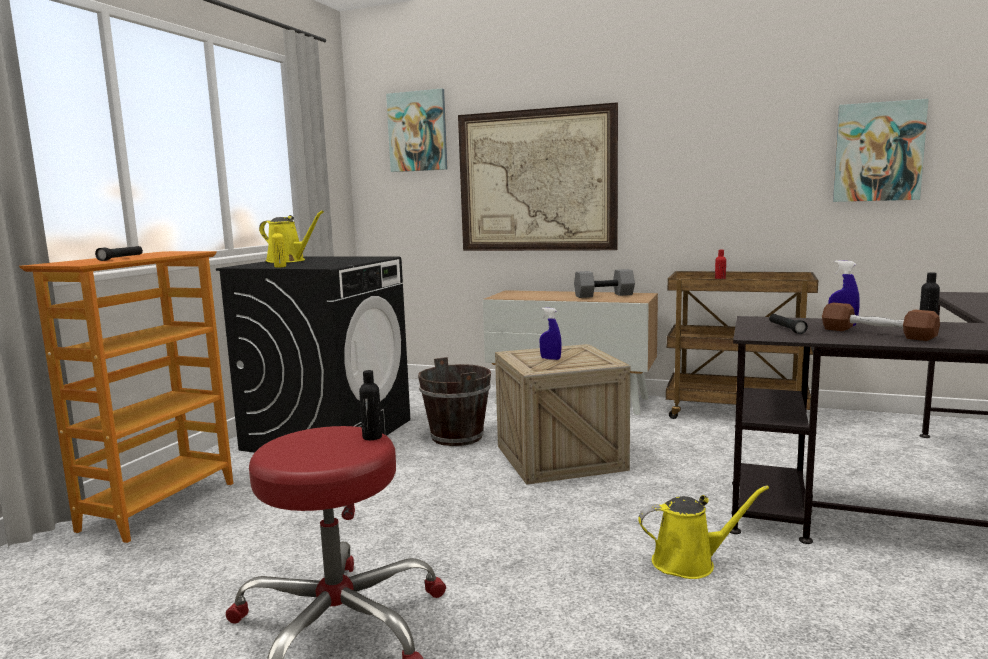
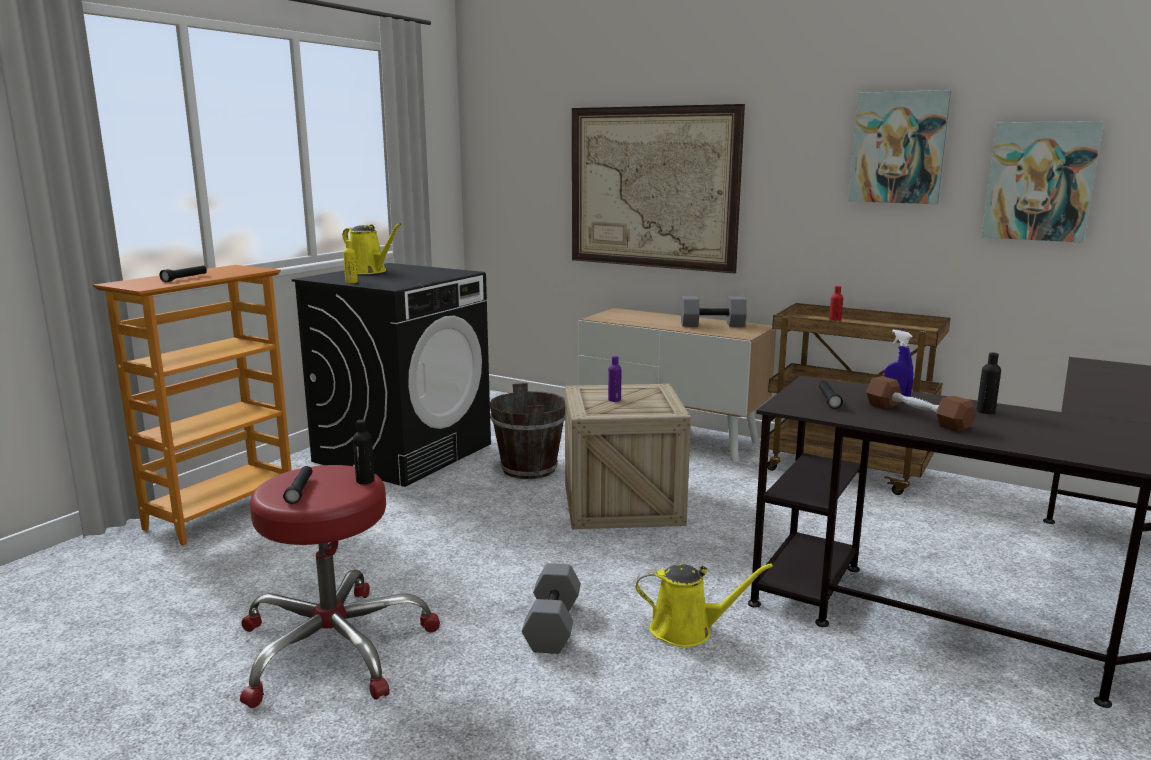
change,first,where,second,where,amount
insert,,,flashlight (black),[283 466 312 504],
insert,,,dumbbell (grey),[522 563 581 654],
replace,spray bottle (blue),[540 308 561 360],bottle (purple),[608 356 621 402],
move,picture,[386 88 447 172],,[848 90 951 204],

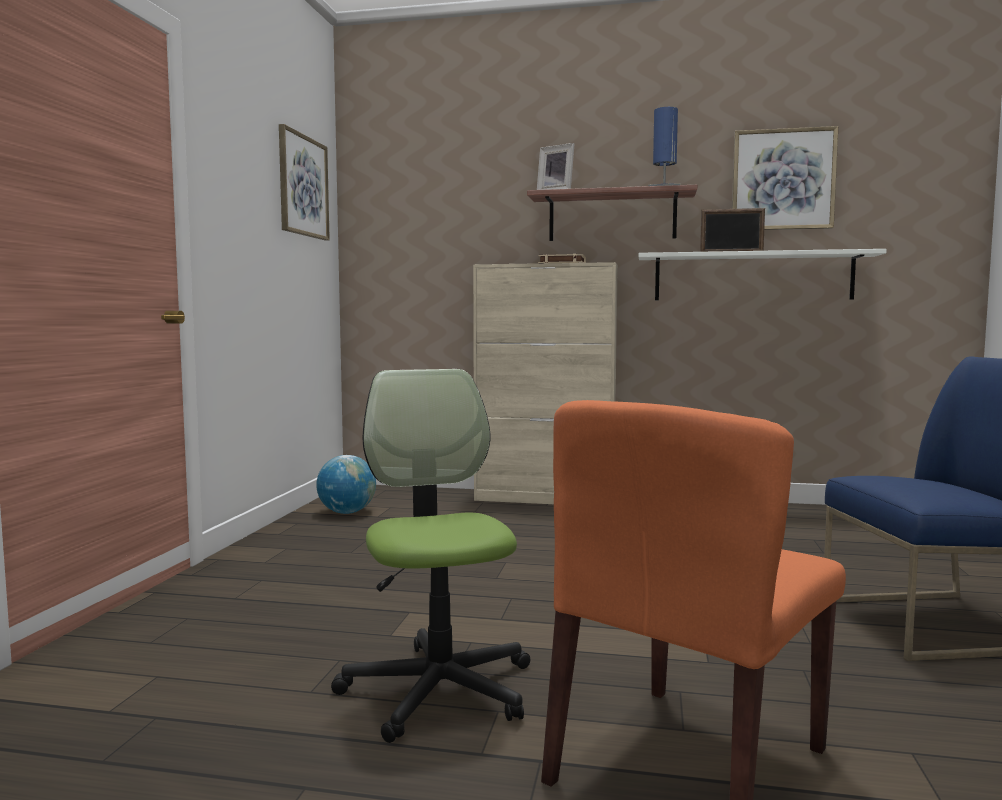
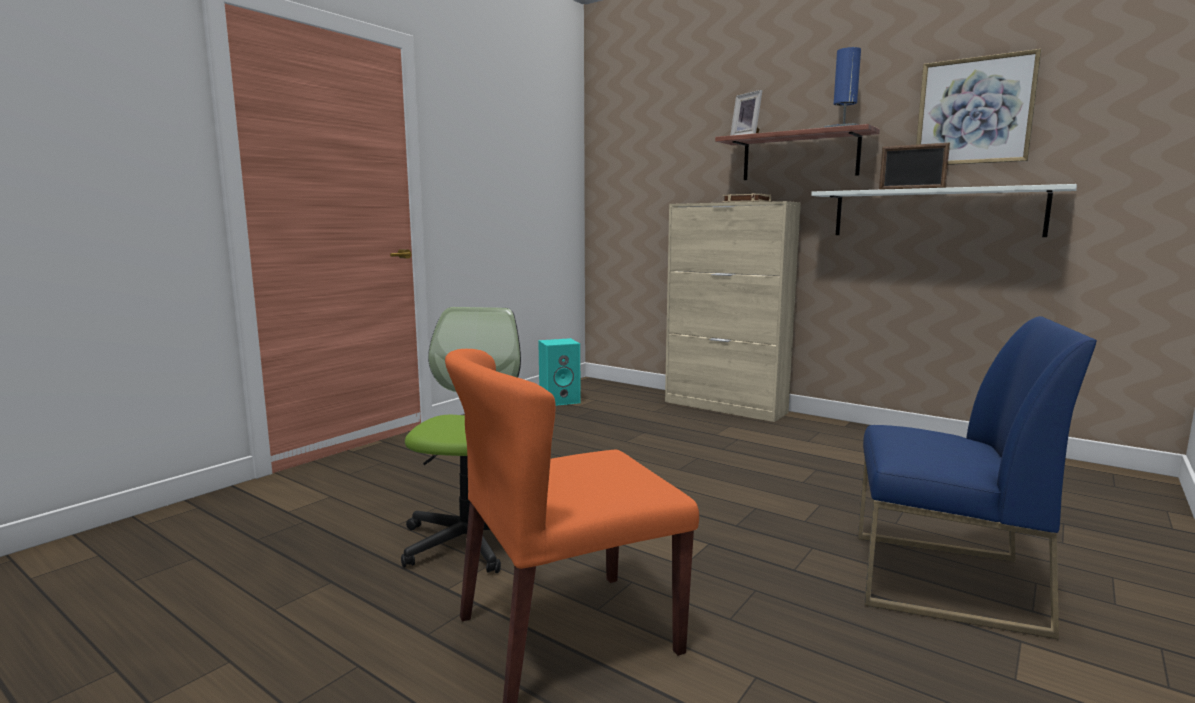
change,first,where,second,where,amount
replace,globe,[316 455 376 514],speaker (turquoise),[538 338 581 406],
delete,picture,[279 124 330 240],,,

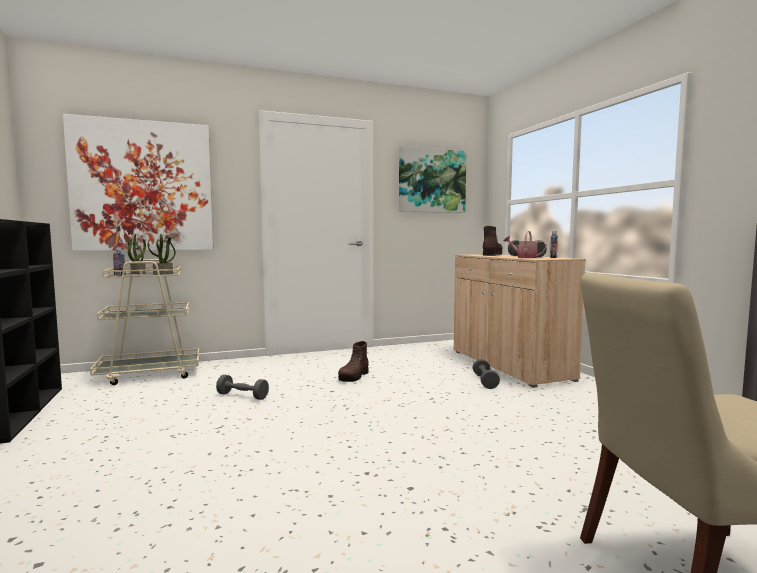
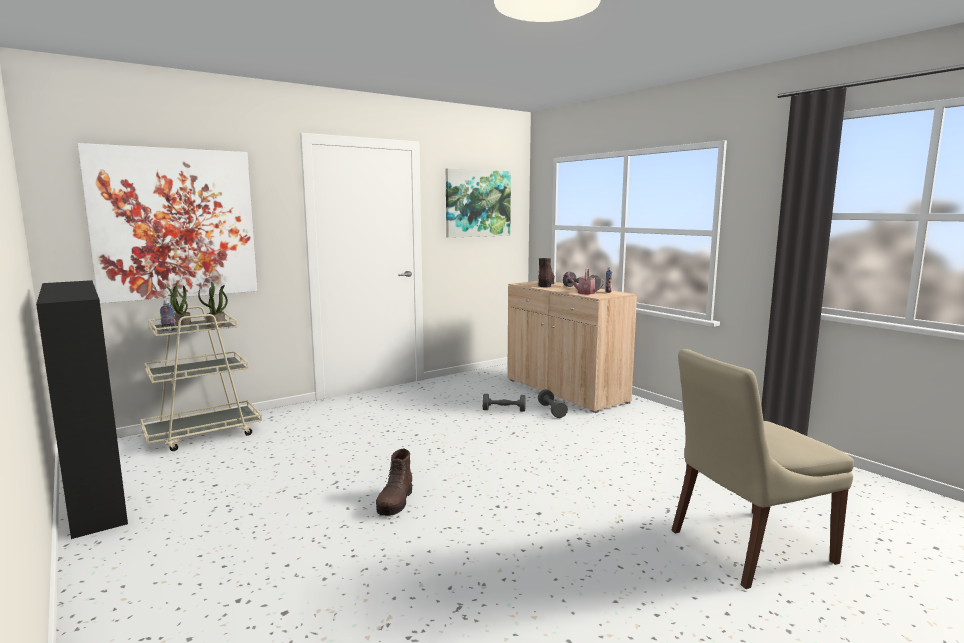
change,first,where,second,where,amount
move,boot (brown),[338 341 369 382],,[376 448 412 516],
move,dumbbell (grey),[216 375 269 400],,[482 394 526 412],

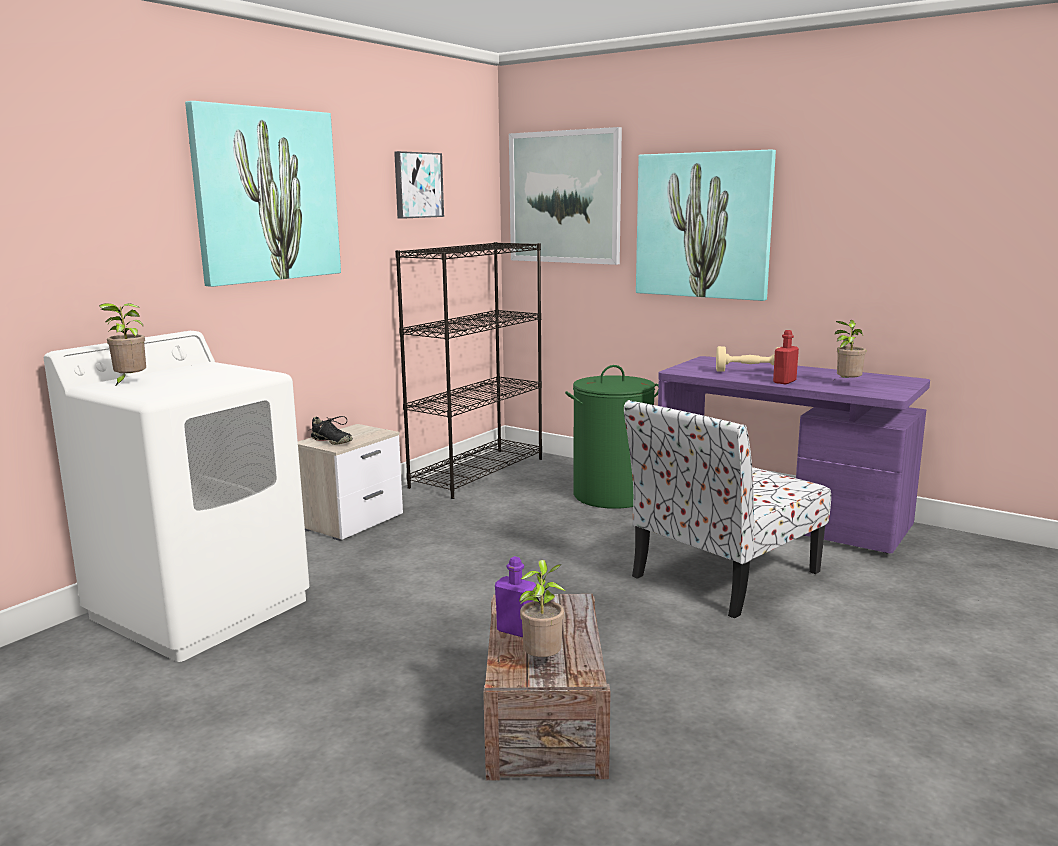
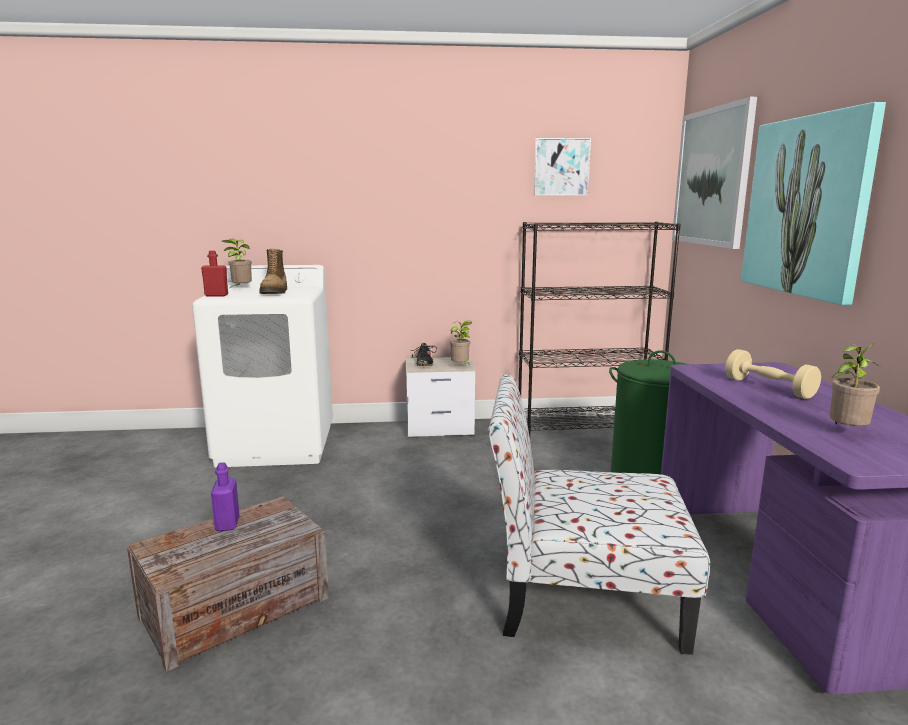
change,first,where,second,where,amount
move,bottle (red),[773 330 799 384],,[201 251 228 297],
insert,,,boot,[259 249 287 294],
move,potted plant,[519 559 565 657],,[450 320 472 364],
delete,picture,[185 101 341 287],,,

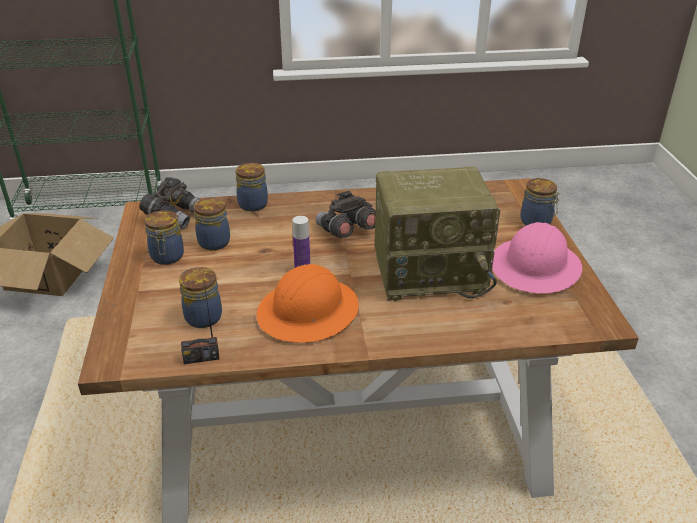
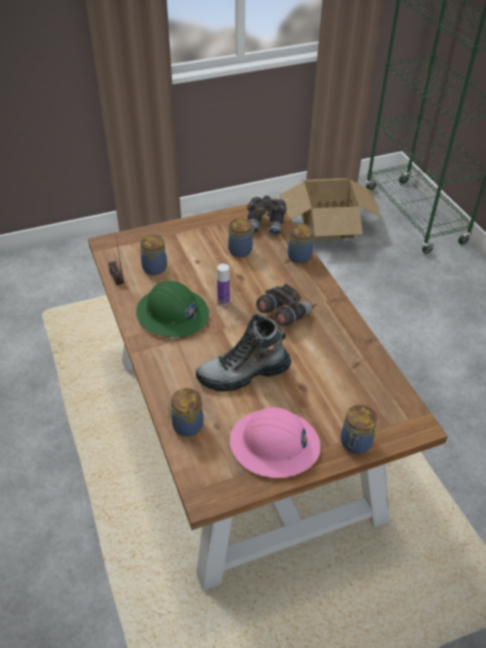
change,first,where,second,where,amount
recolor,hard hat (orange),[257 264 359 343],hard hat (green),[136 281 209 337],
move,jar,[145 210 184 265],,[167 388 204 437],
replace,radio,[375 166 500 301],boot,[196 314 291 392],

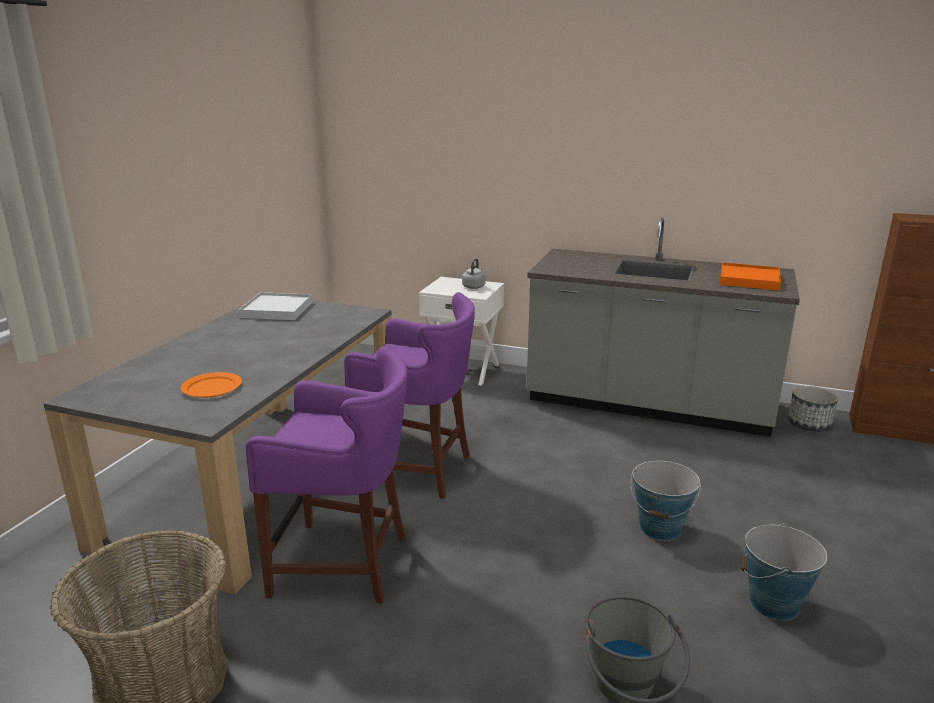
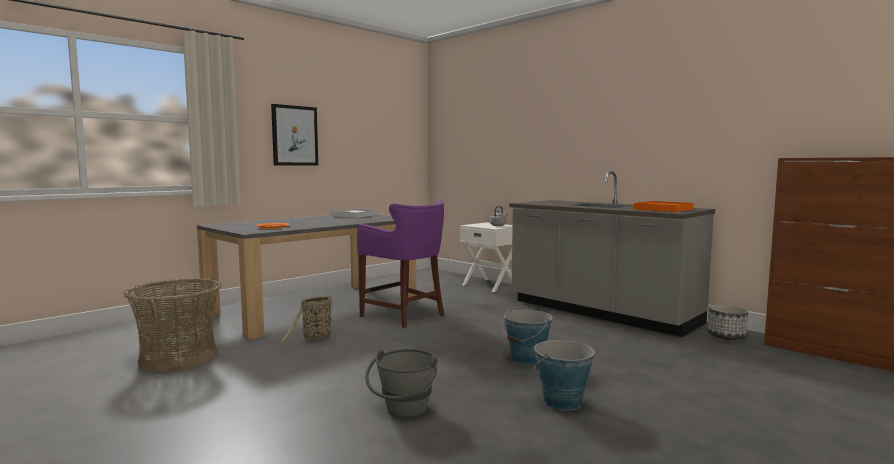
change,first,where,second,where,amount
insert,,,picture,[271 104 318 166],
replace,stool (purple),[246 346 407 604],basket,[280 296 341 348],

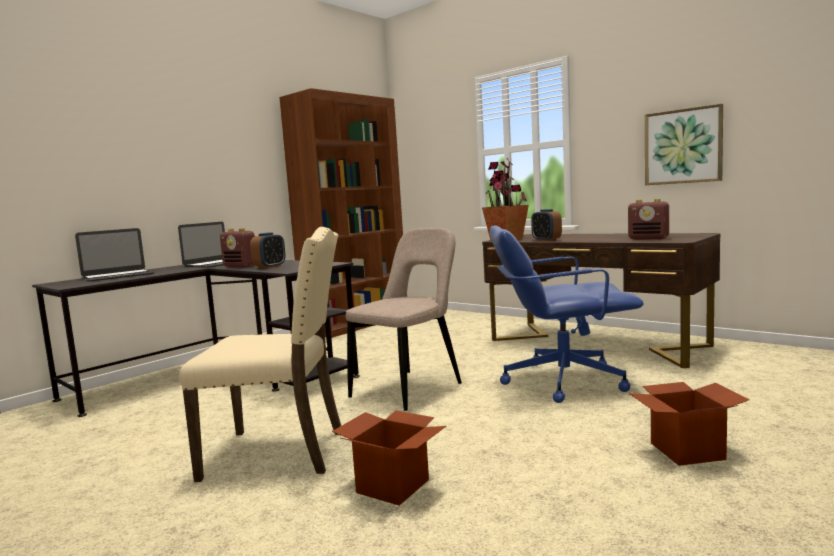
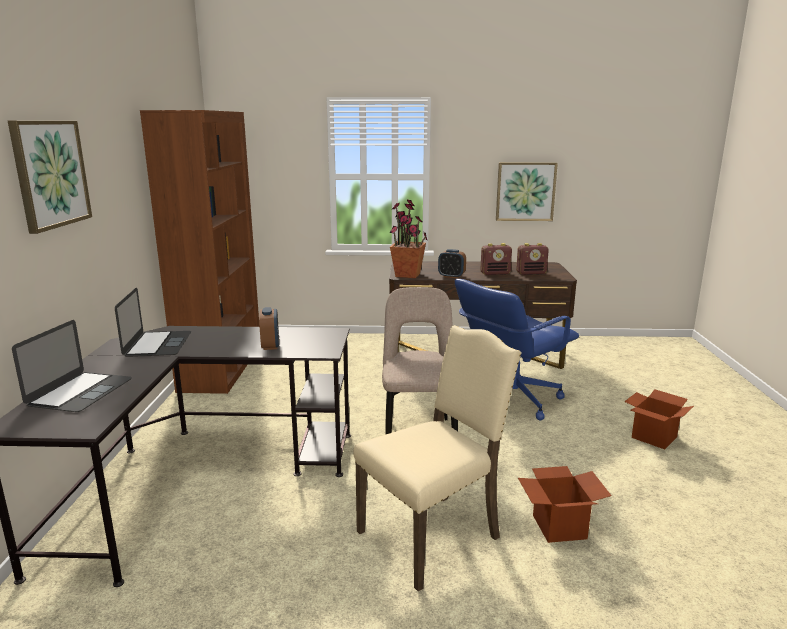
change,first,where,second,where,amount
insert,,,picture,[8 120 92 234],
move,radio,[220 228 255 267],,[480 243 512 275],

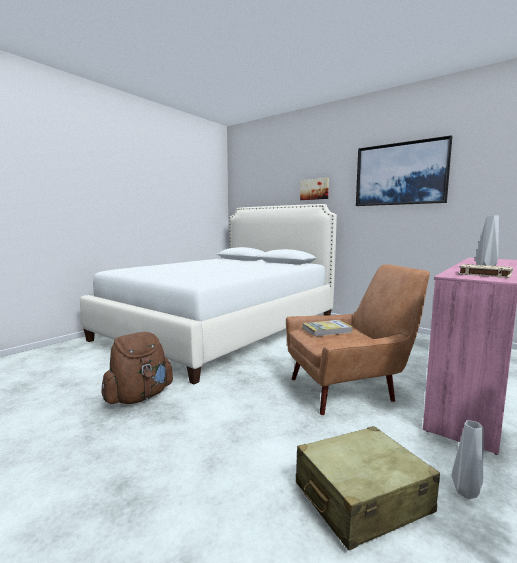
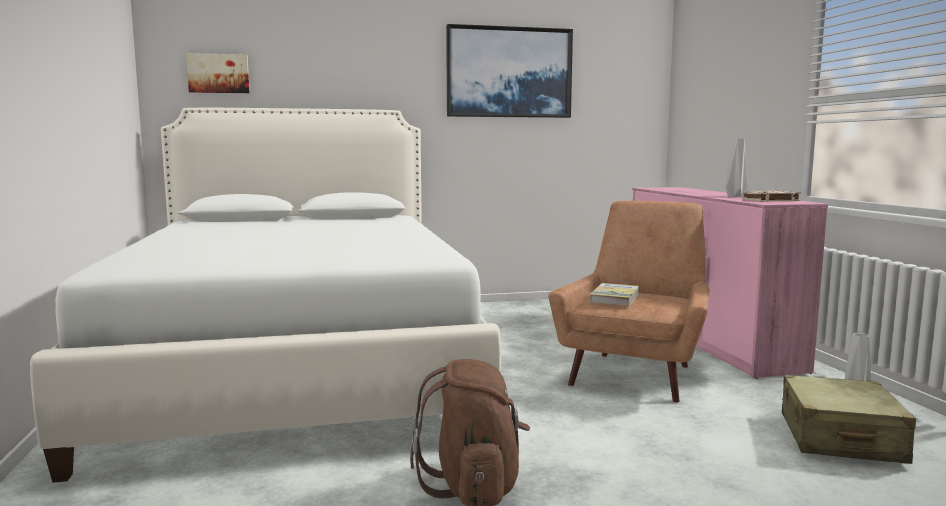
change,first,where,second,where,amount
move,picture,[300 178 329 200],,[186 53 250 93],

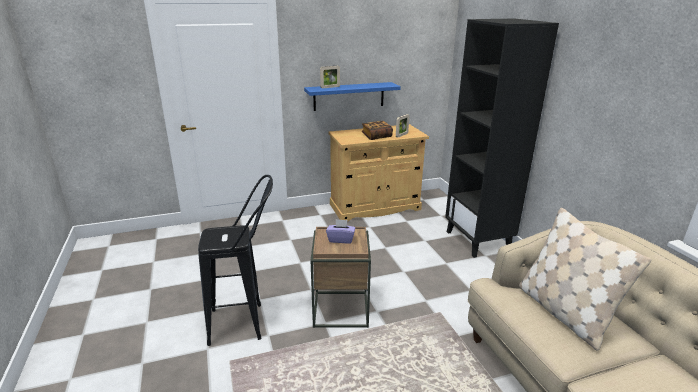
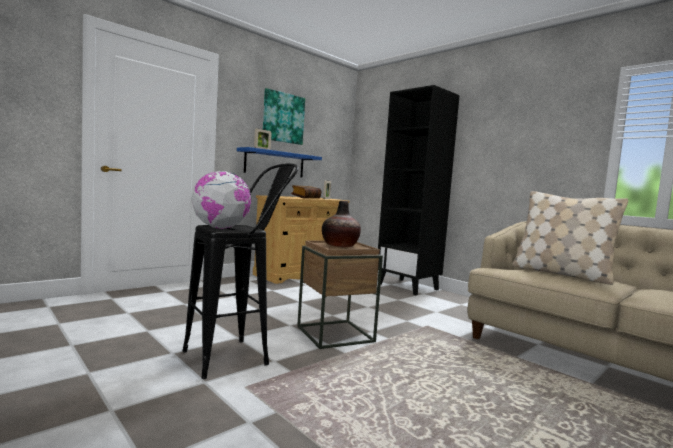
change,first,where,second,where,amount
insert,,,globe,[191 171 251 229],
insert,,,picture,[263 88 305 145],
replace,tissue box (purple),[326 219 355 244],vase,[322 200 361 247],

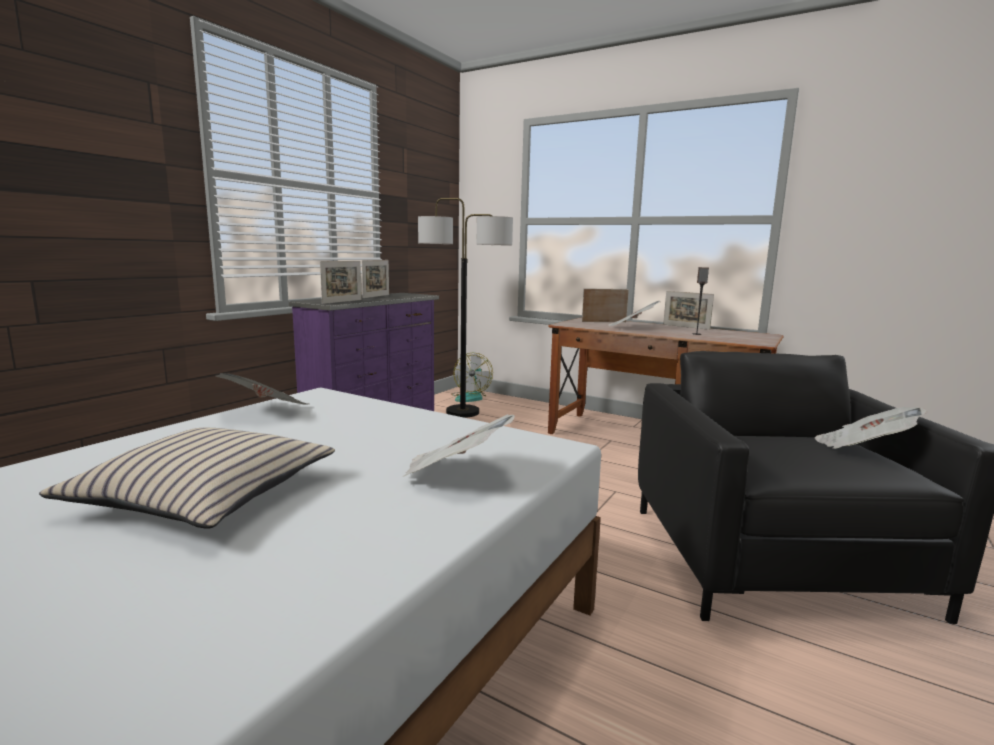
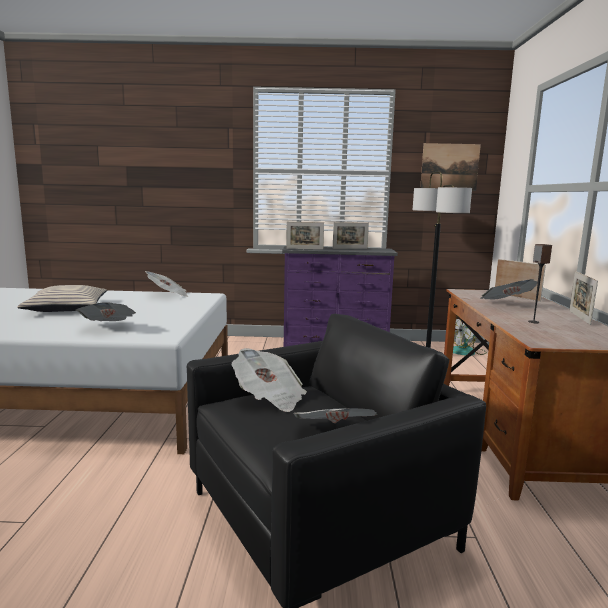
change,first,where,second,where,amount
insert,,,newspaper,[232 348 307 412],
insert,,,picture,[420 143 481 191],

